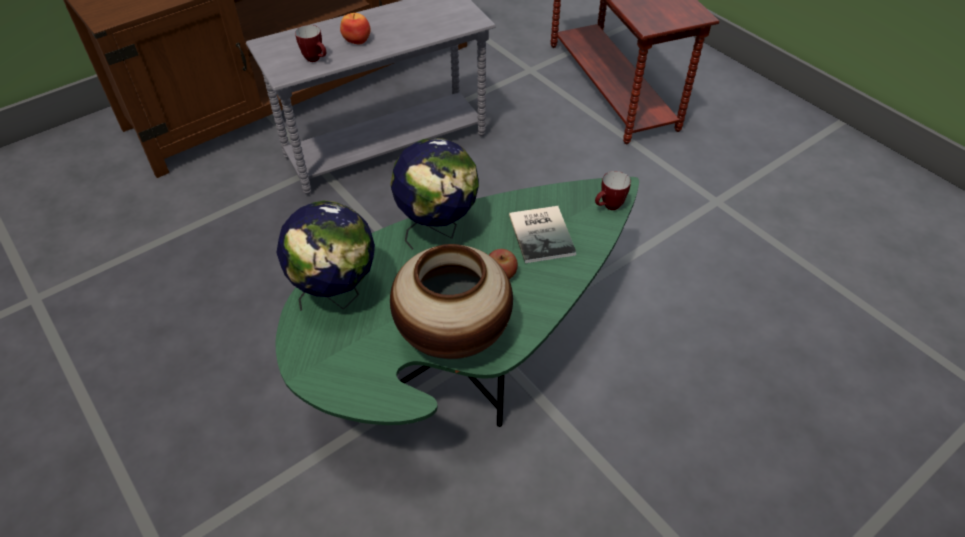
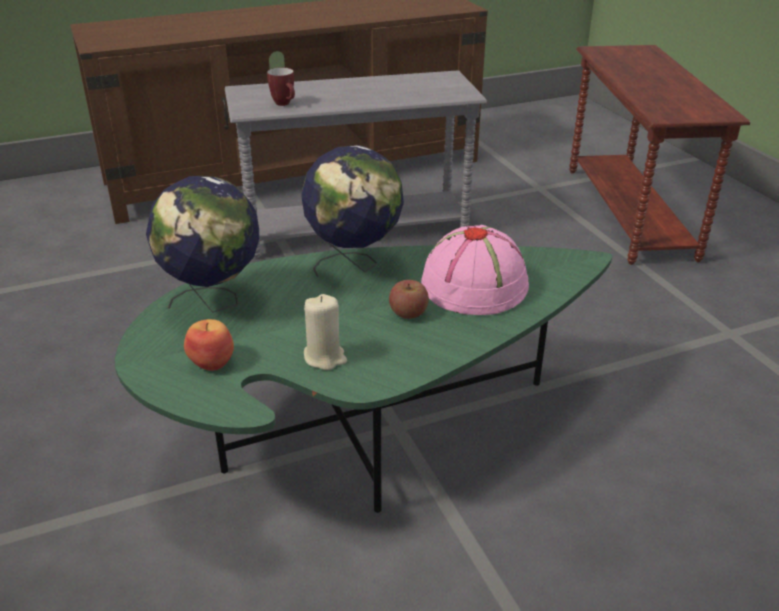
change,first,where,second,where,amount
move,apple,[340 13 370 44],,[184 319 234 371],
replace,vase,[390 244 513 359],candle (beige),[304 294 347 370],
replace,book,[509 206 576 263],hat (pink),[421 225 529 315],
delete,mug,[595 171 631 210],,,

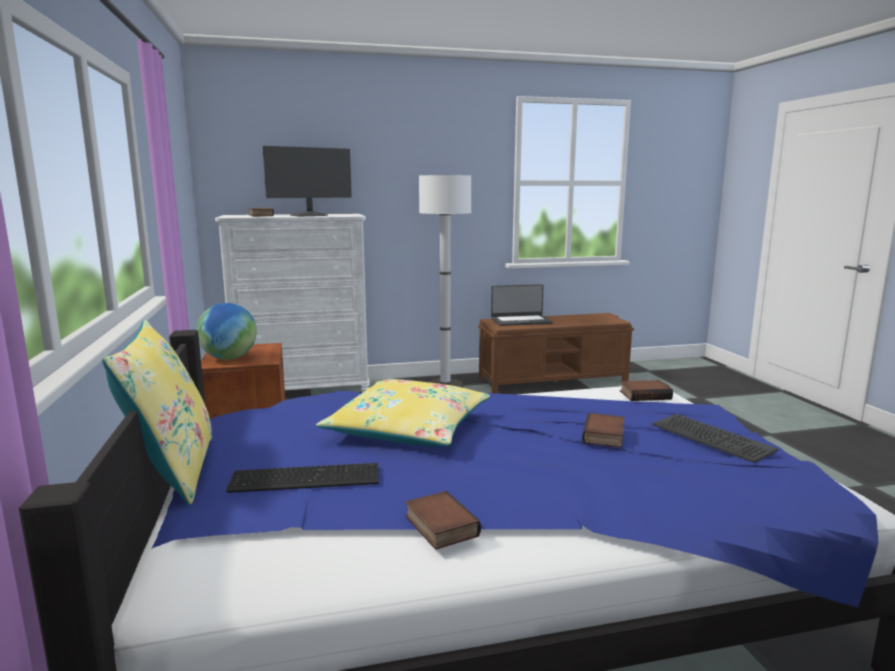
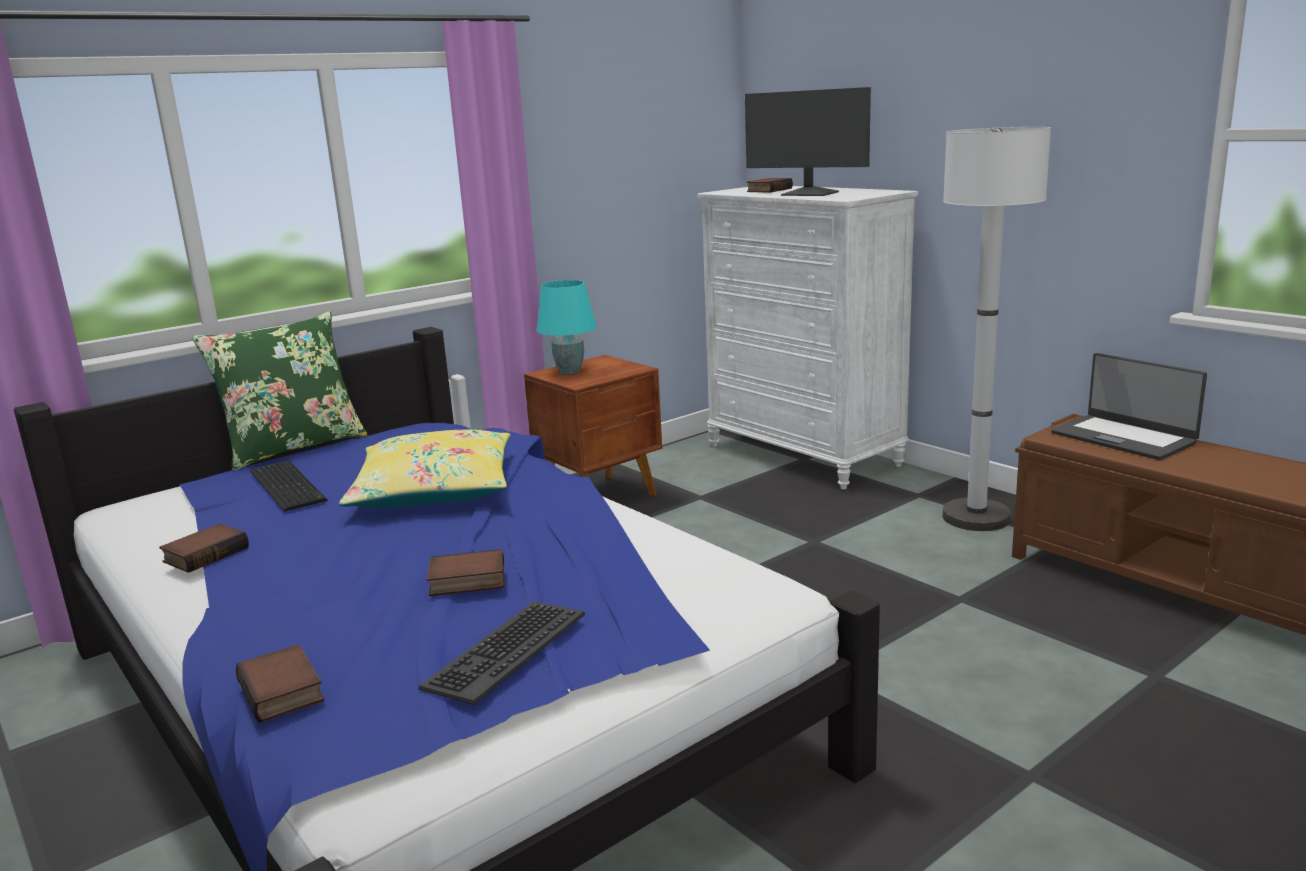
change,first,where,second,where,amount
recolor,pillow (yellow),[102 320 212 505],pillow (green),[192 312 368 470],
move,book,[620 380 673 401],,[236 644 325 723],
replace,globe,[196 303 257 360],table lamp (turquoise),[537 280 597 374],

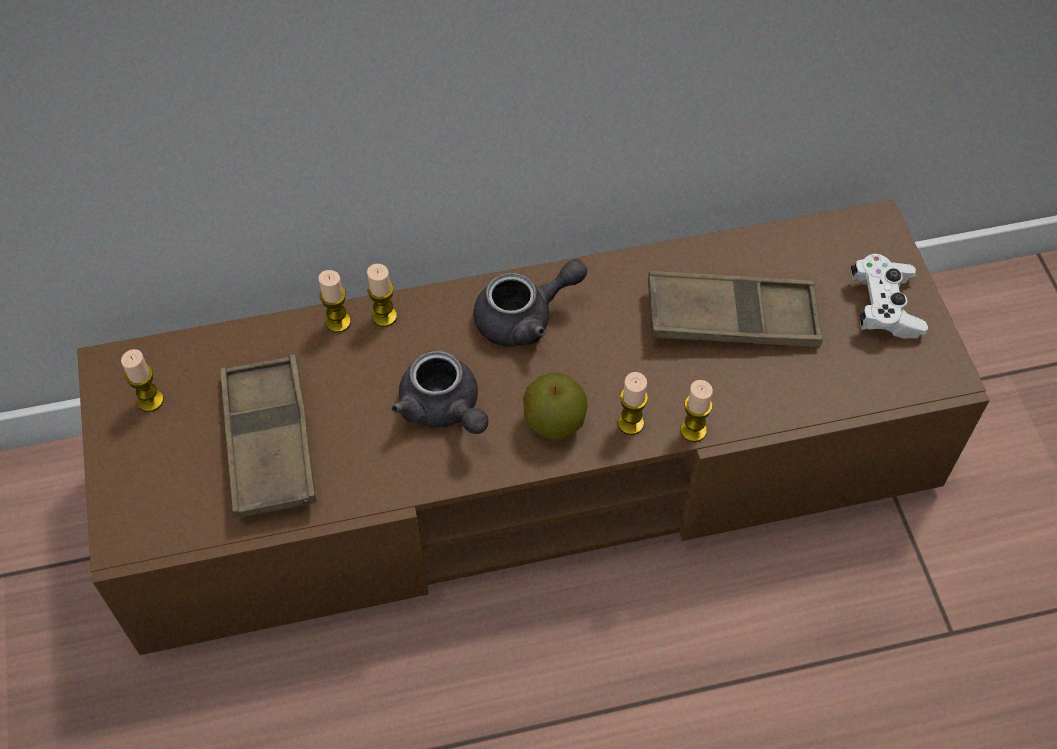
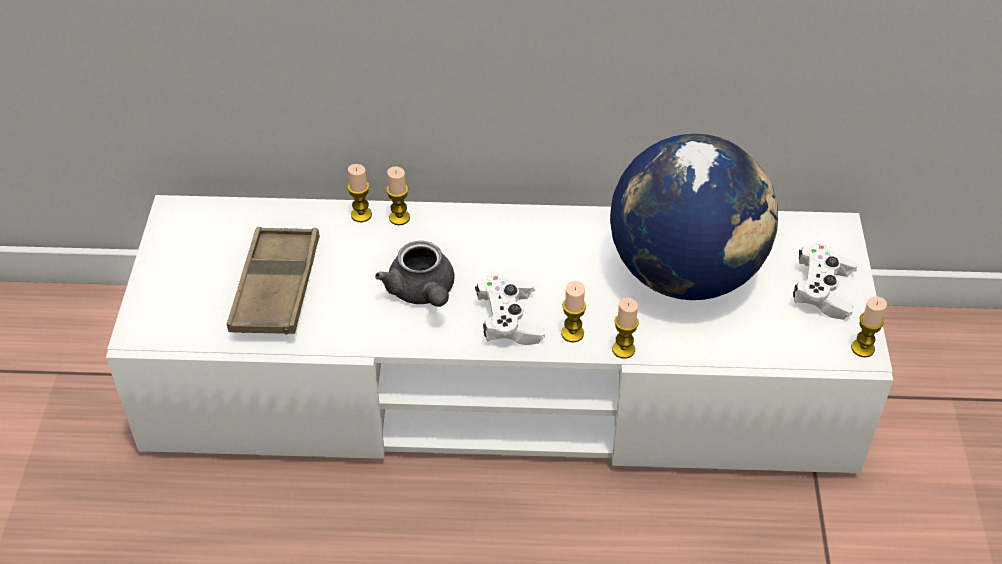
change,first,where,second,where,amount
recolor,tv stand (brown),[77 200 990 655],tv stand (white),[106 195 893 473],
replace,apple,[523 373 588 440],game controller (white),[475 274 545 345],
replace,tray (brown),[648 271 823 348],globe,[610 134 778 300],
move,candle,[121 349 164 412],,[851 297 887 357],
delete,teapot (grey),[474 259 587 347],,,

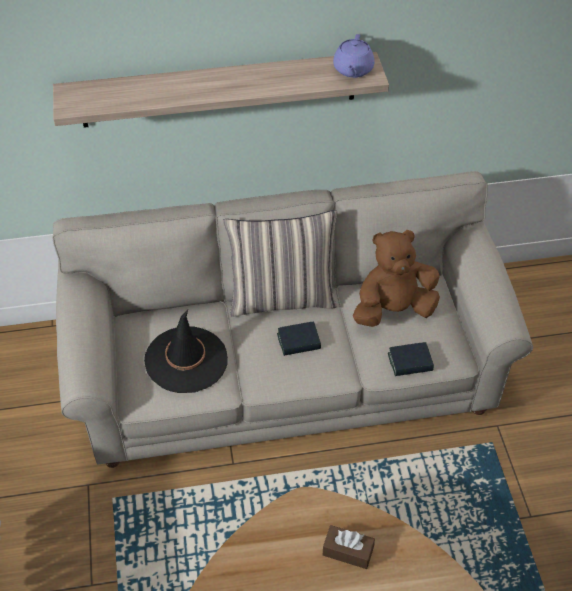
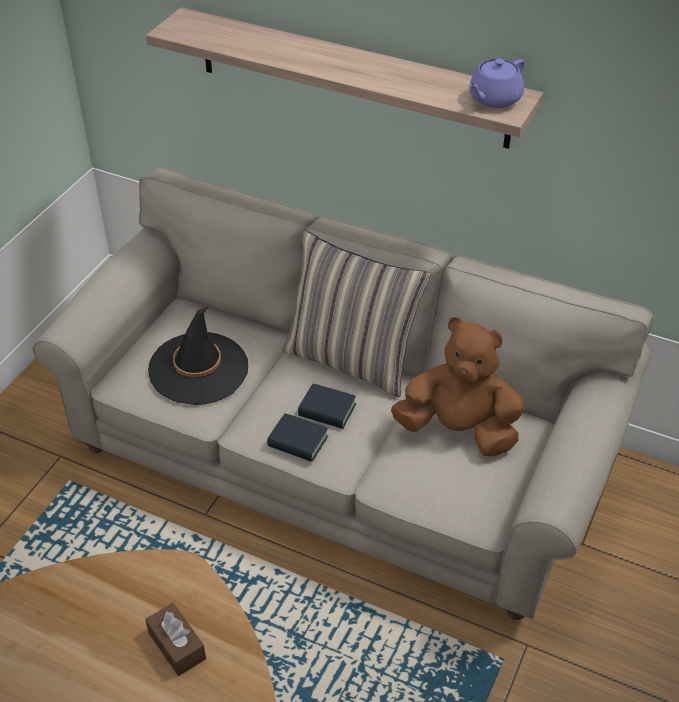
change,first,where,second,where,amount
move,book,[388 342 434 376],,[267 413 328 462],

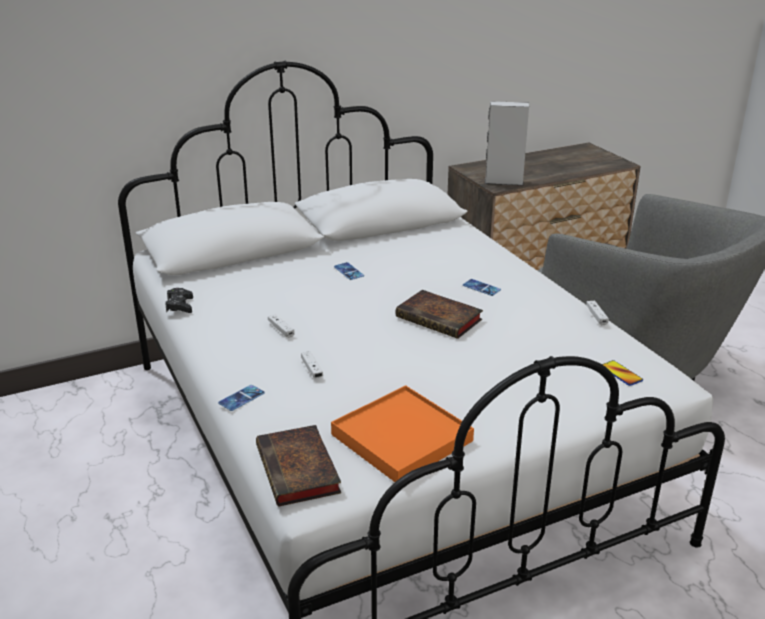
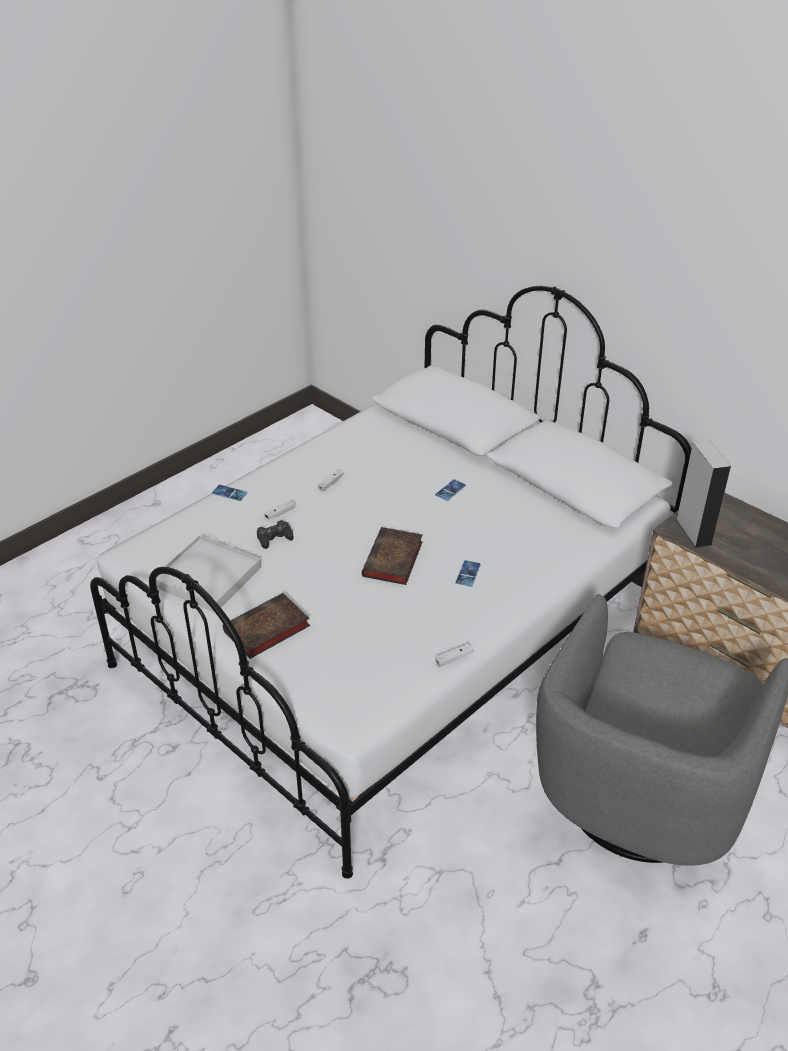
change,first,where,second,where,amount
recolor,tray (orange),[331 385 474 482],tray (white),[156 535 261 612],
move,book,[256 425 341 507],,[223 593 310 659],
move,game controller (black),[165 288 193 313],,[257 520 293 549],
delete,phone,[602 360 643 386],,,

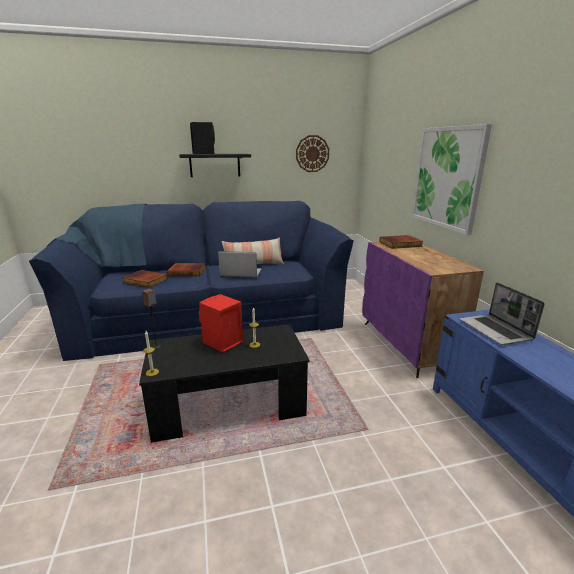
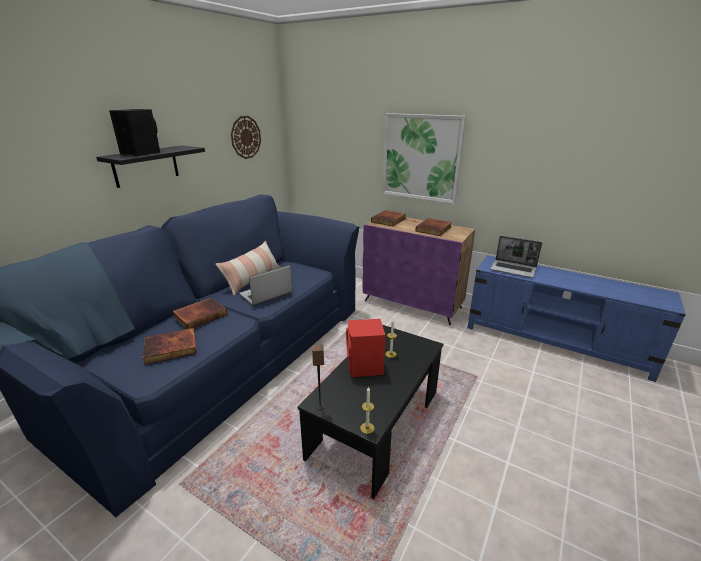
change,first,where,second,where,amount
insert,,,book,[416 218 452 236],

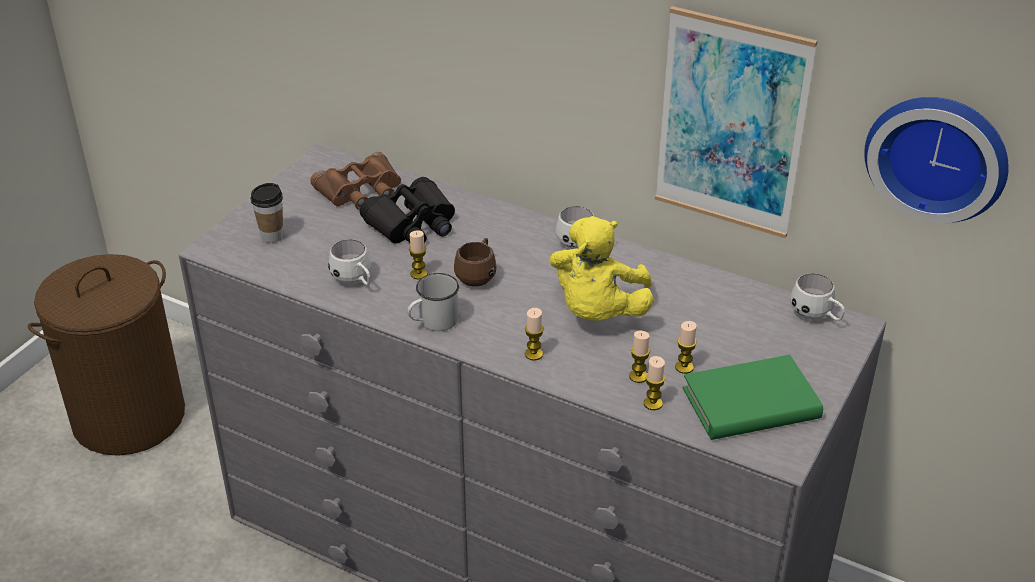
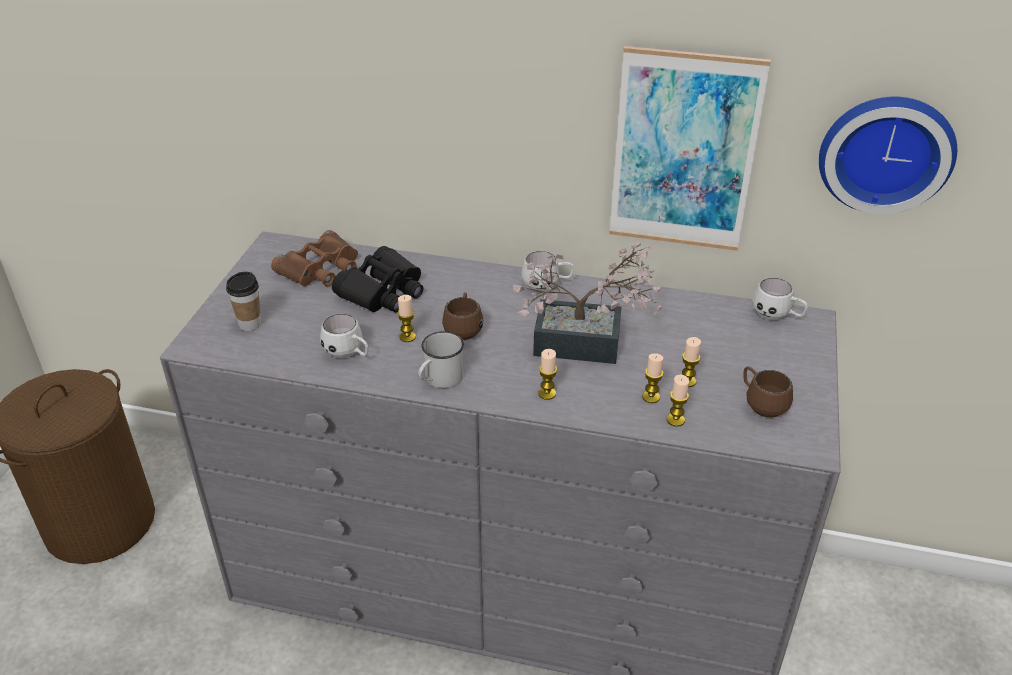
change,first,where,second,where,amount
replace,plush toy (yellow),[549 216 654 321],potted plant,[513 240 662 364],
replace,book (green),[683 355 823 440],mug (brown),[743 367 793 418],

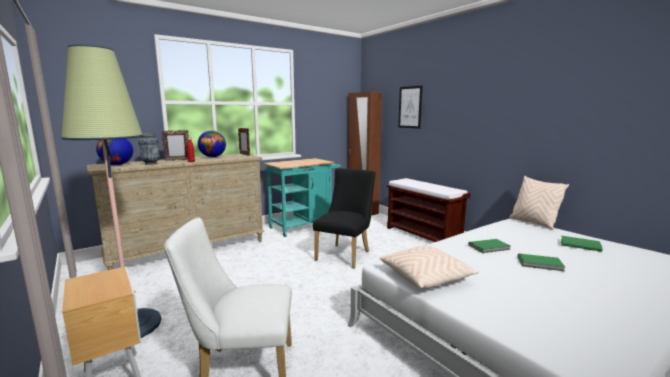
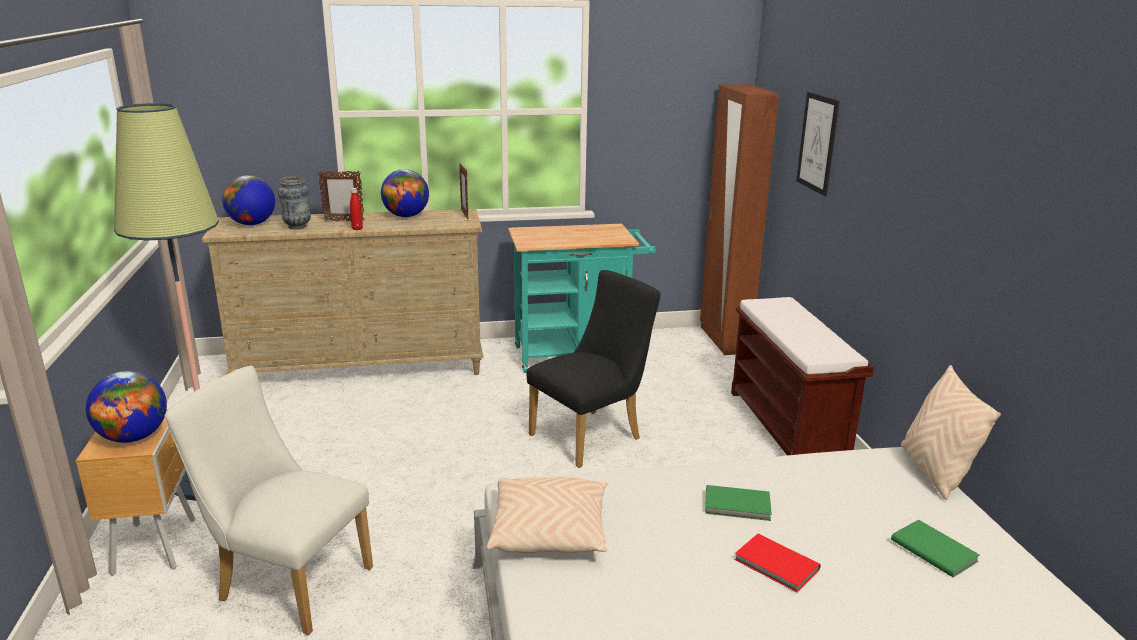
change,first,where,second,where,amount
insert,,,globe,[86 371 167 443],
recolor,book (green),[518 253 565 271],book (red),[734 534 821 593],

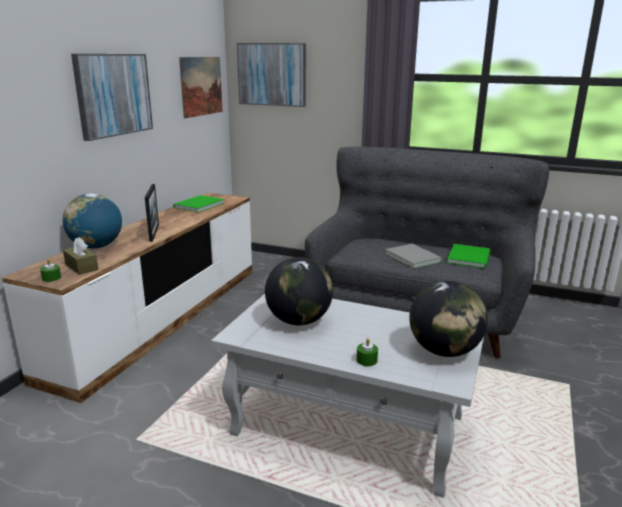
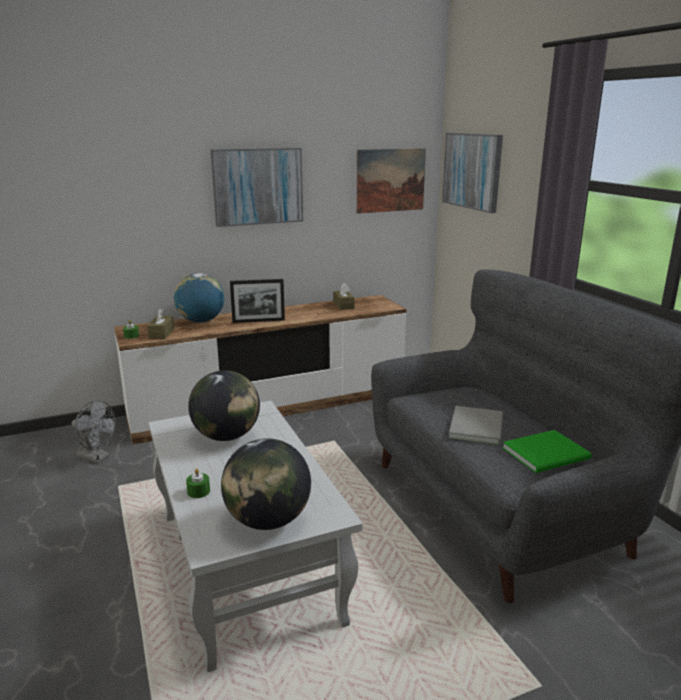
change,first,where,second,where,amount
insert,,,fan (grey),[72 400 116 463],
rotate,picture frame,[145 184 159 242],,[230 279 285 323],45 degrees clockwise
replace,book (green),[173 195 224 212],tissue box (brown),[333 283 355 310],

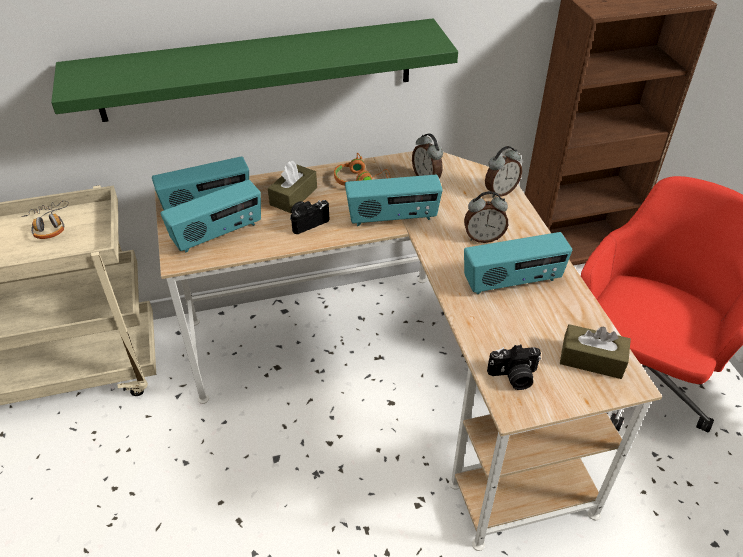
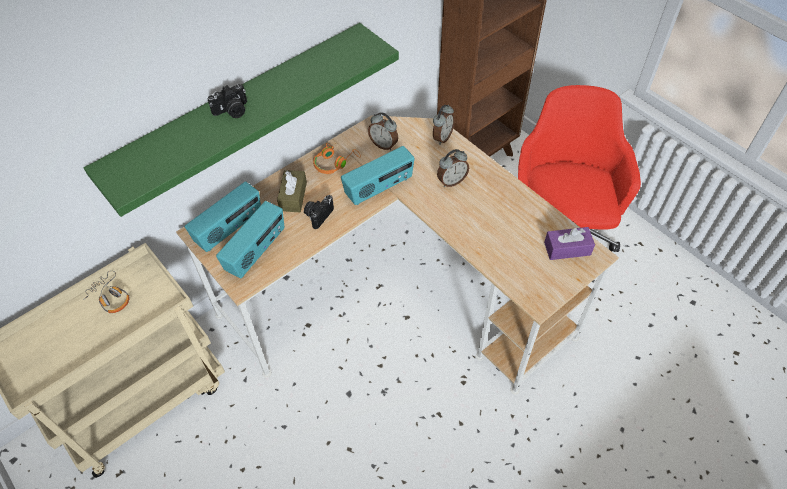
change,first,where,second,where,amount
move,photo camera,[487 345 541 390],,[207 84 247 118],
recolor,tissue box (brown),[560 324 631 379],tissue box (purple),[544 227 595 260],
delete,radio,[464 232 572 294],,,

